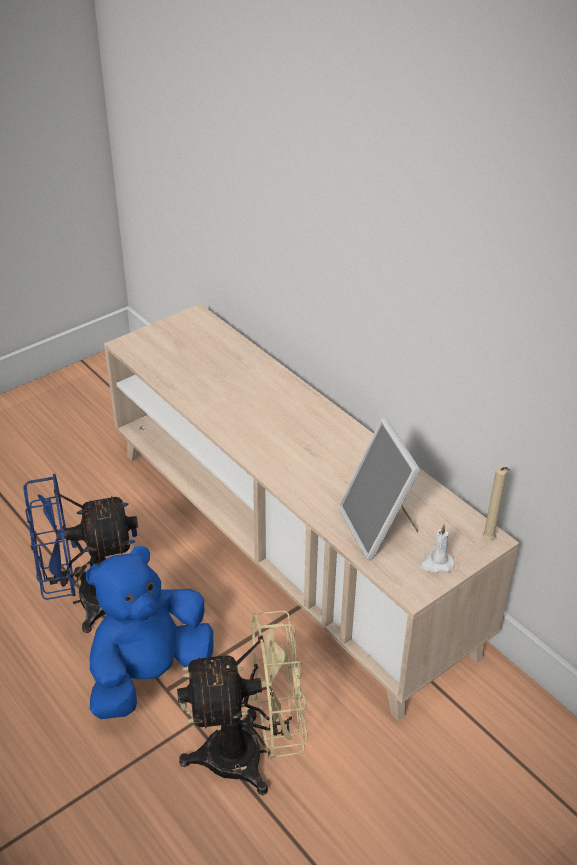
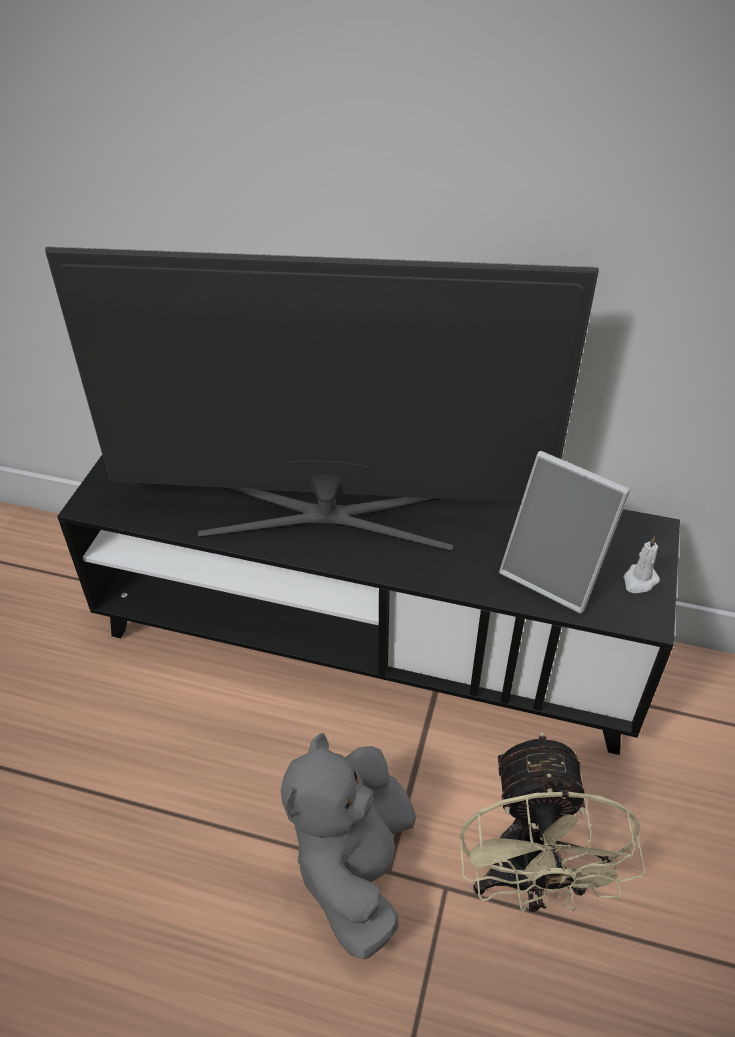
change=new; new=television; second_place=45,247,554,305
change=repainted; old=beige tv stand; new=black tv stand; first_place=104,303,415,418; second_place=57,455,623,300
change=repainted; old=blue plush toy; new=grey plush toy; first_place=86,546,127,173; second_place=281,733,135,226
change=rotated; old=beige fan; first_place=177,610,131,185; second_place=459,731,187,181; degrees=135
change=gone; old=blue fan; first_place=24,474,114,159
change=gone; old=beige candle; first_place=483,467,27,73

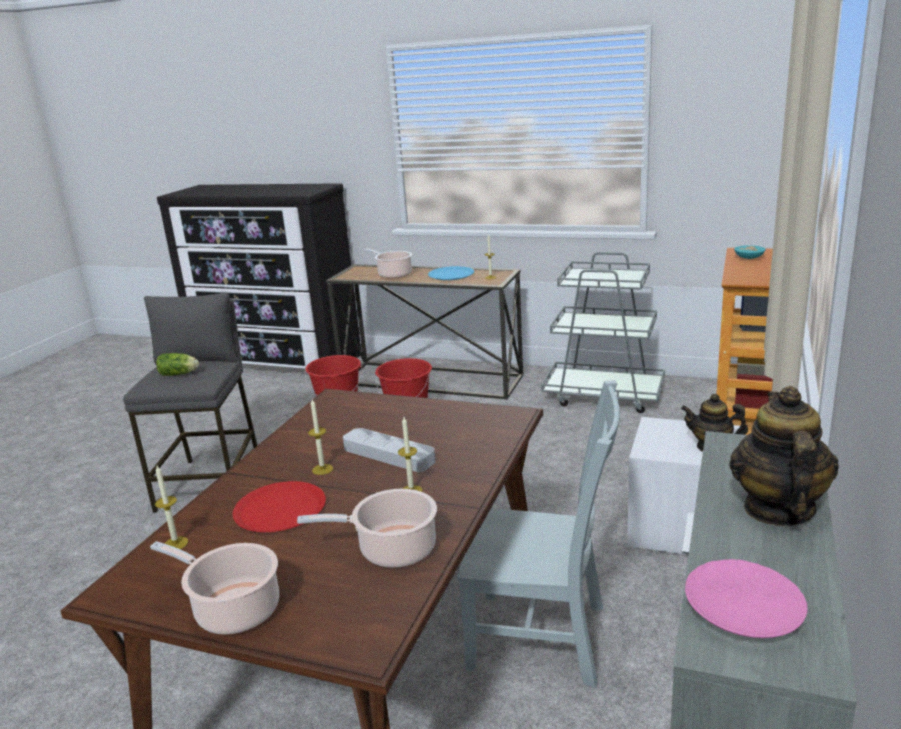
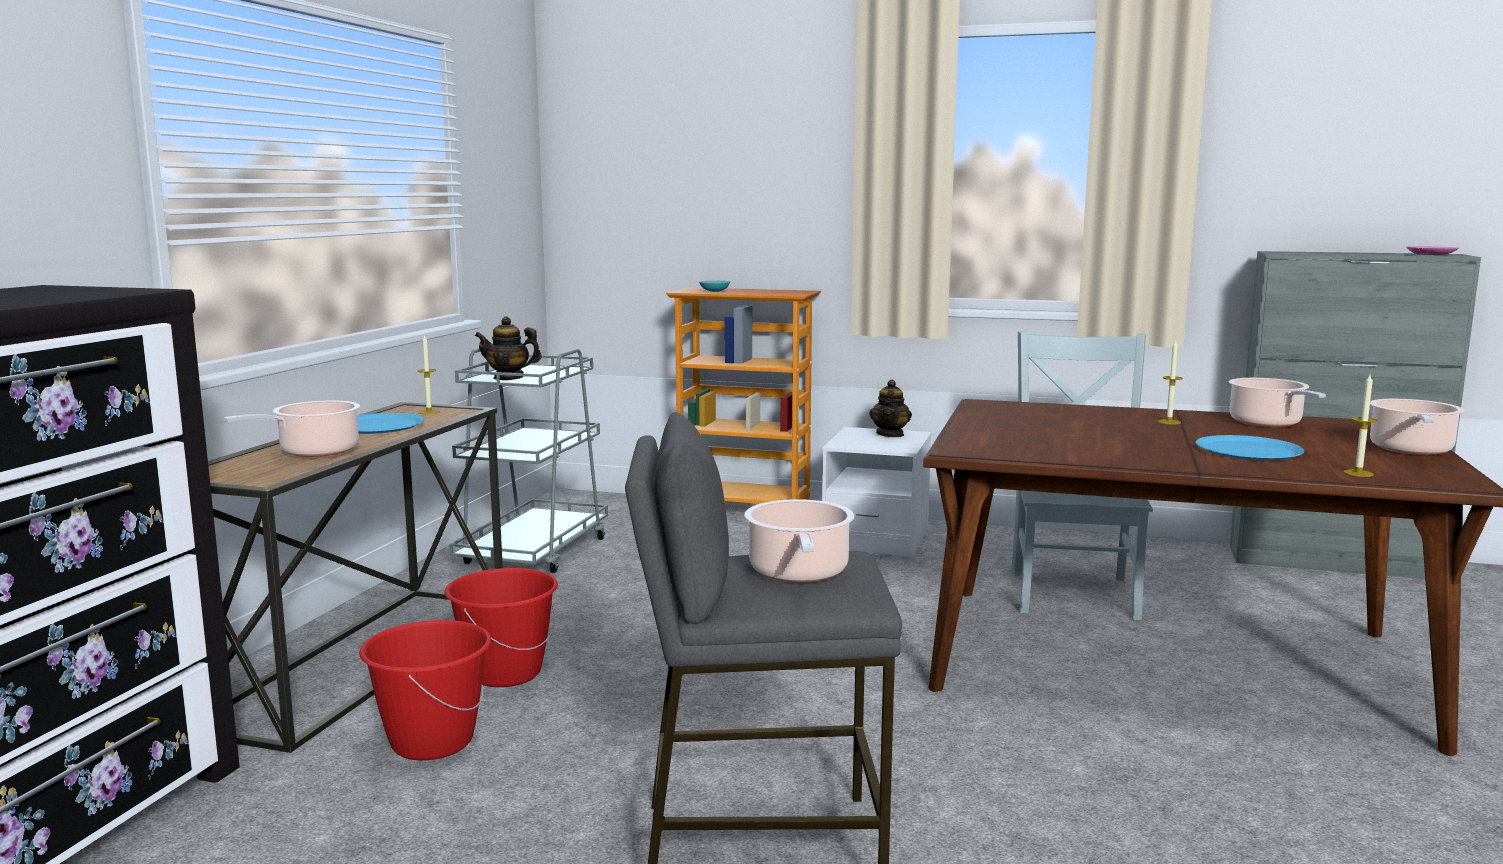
change=shifted; old=teapot; first_place=729,386,110,140; second_place=475,317,67,63
change=swapped; old=lettuce; new=cooking pot; first_place=156,353,43,23; second_place=744,499,110,84
change=repainted; old=red plate; new=blue plate; first_place=233,481,93,51; second_place=1195,435,109,25
change=gone; old=candle; first_place=308,399,25,76
change=gone; old=grey tray; first_place=343,428,92,44

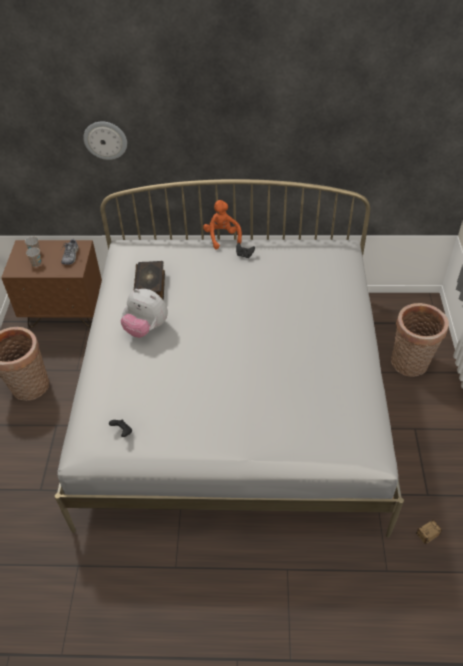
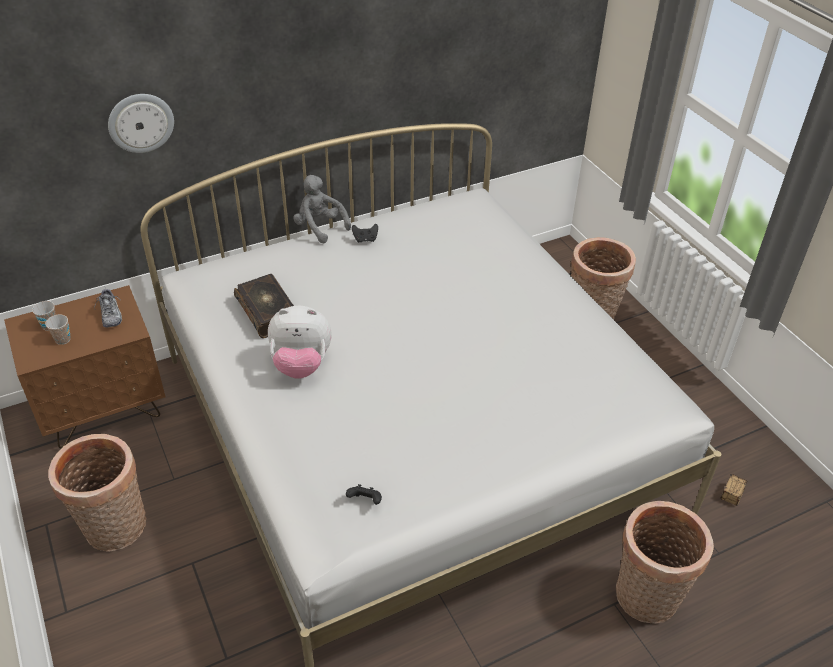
change=repainted; old=orange plush toy; new=grey plush toy; first_place=203,200,39,50; second_place=293,175,58,69
change=new; new=basket; second_place=616,501,98,123

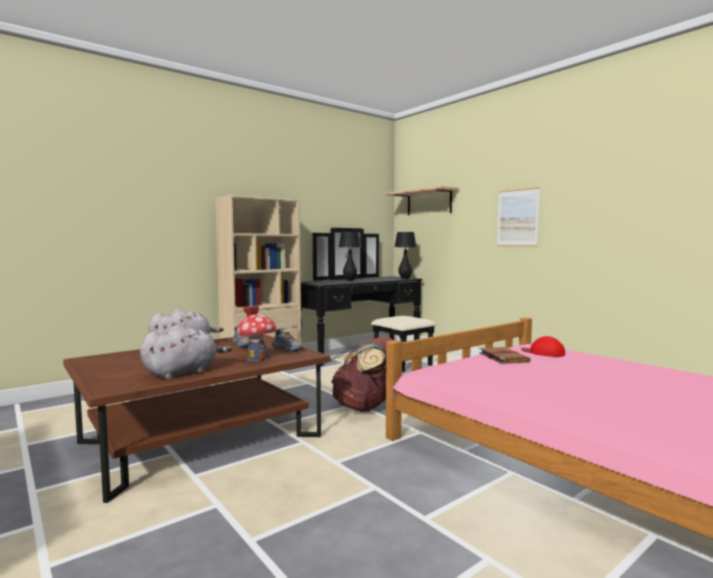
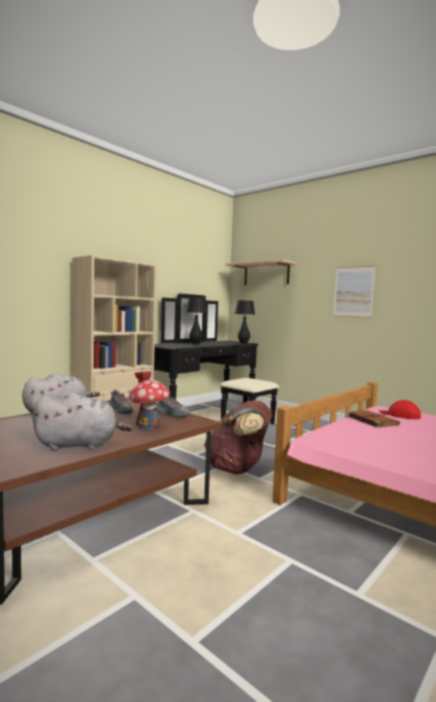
change=rotated; old=grey plush toy; first_place=140,325,92,54; second_place=31,393,101,58; degrees=45

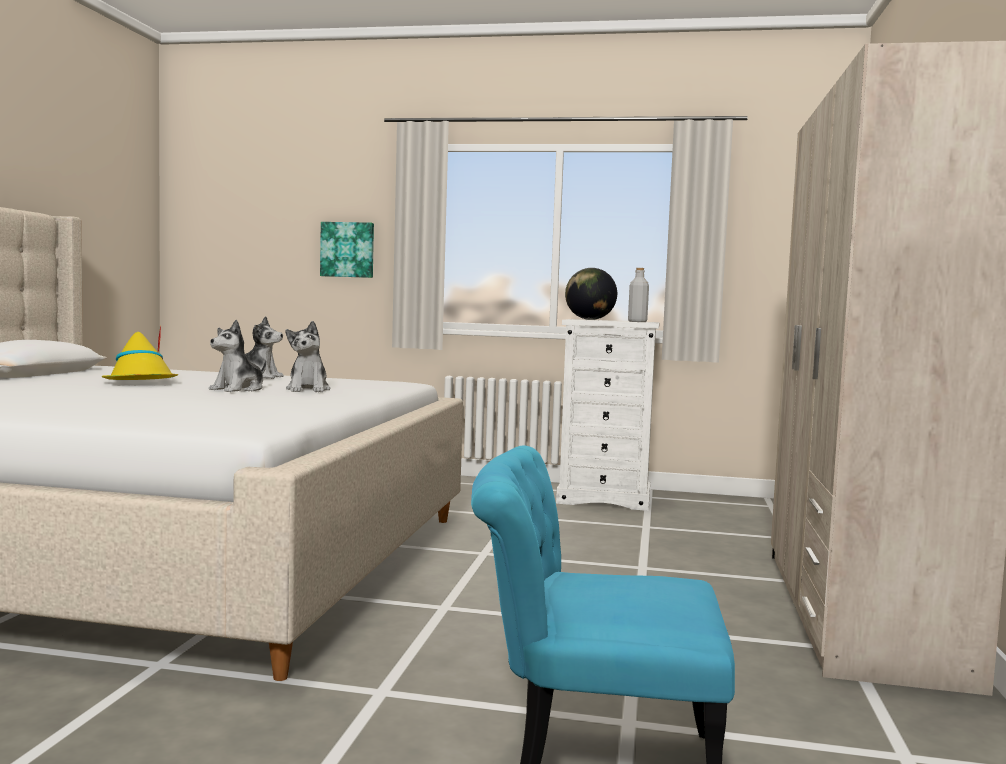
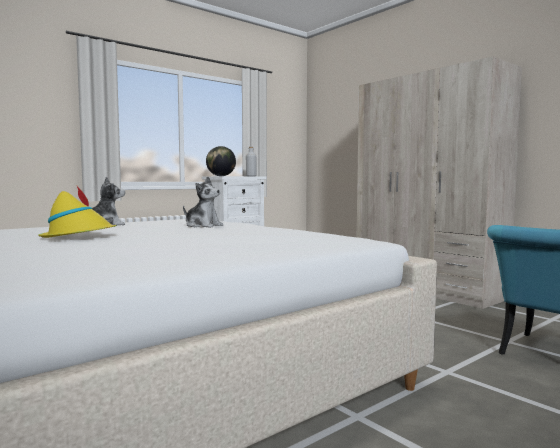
change=gone; old=plush toy; first_place=209,320,57,72
change=gone; old=picture; first_place=320,222,54,56

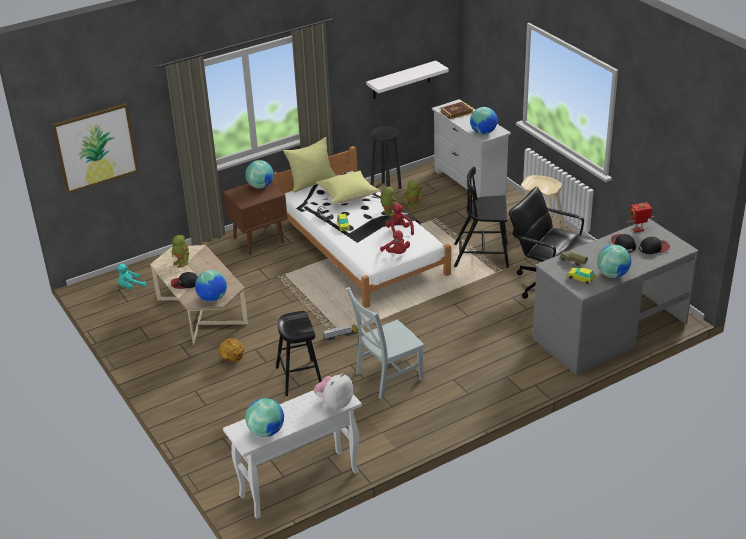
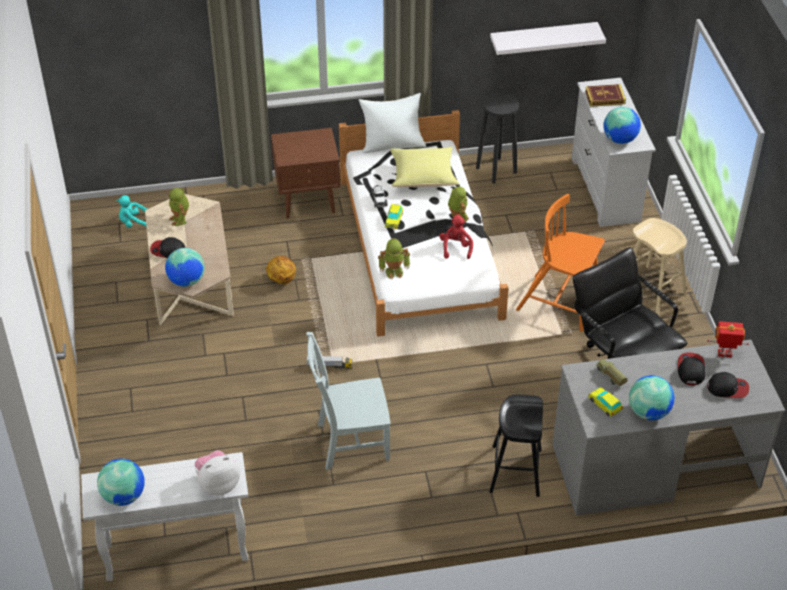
change=shifted; old=basketball; first_place=218,338,26,24; second_place=266,256,30,29
change=repainted; old=yellow pillow; new=white pillow; first_place=283,137,53,55; second_place=358,93,68,60
change=shifted; old=toy robot; first_place=403,180,20,30; second_place=378,238,32,41
change=shifted; old=black stool; first_place=276,311,46,85; second_place=489,395,54,102
change=repainted; old=black chair; new=orange chair; first_place=454,166,55,102; second_place=516,194,89,138
change=gone; old=picture; first_place=51,103,88,91
change=gone; old=globe; first_place=245,160,29,28
change=gone; old=red plush toy; first_place=380,230,30,24

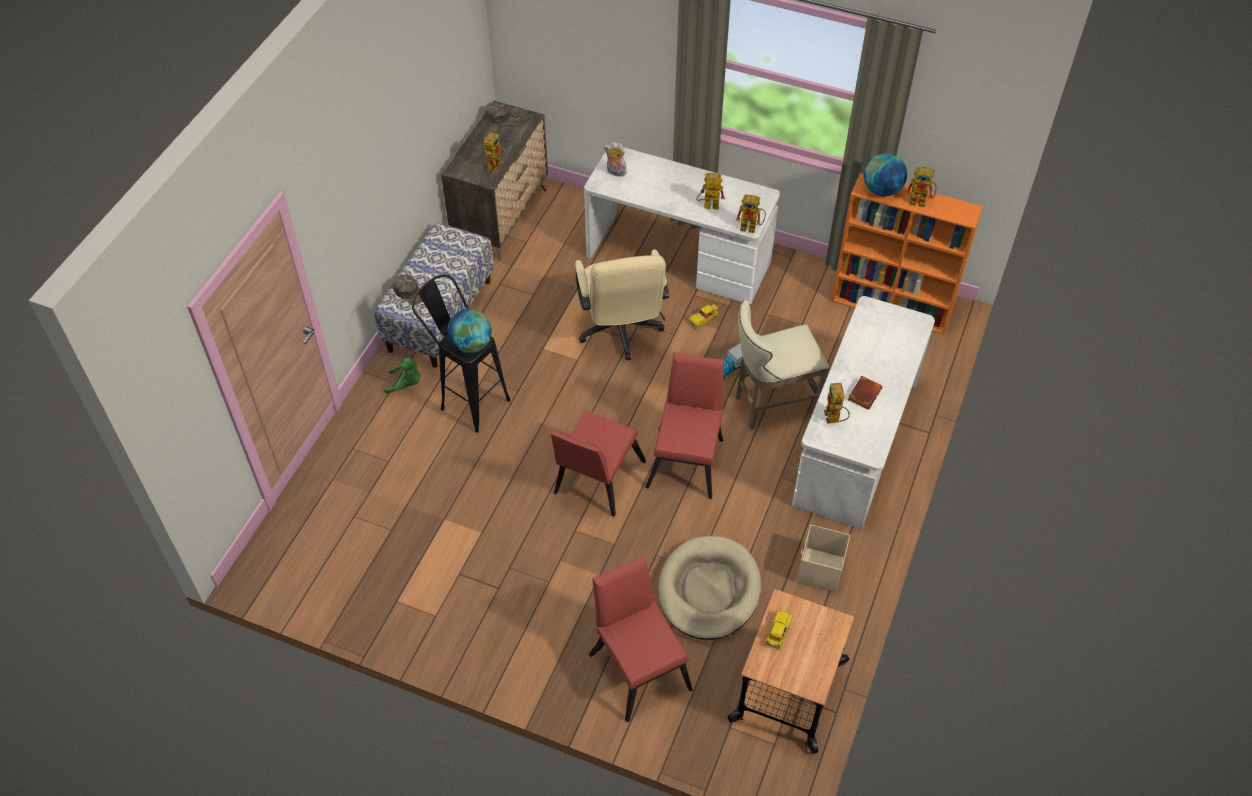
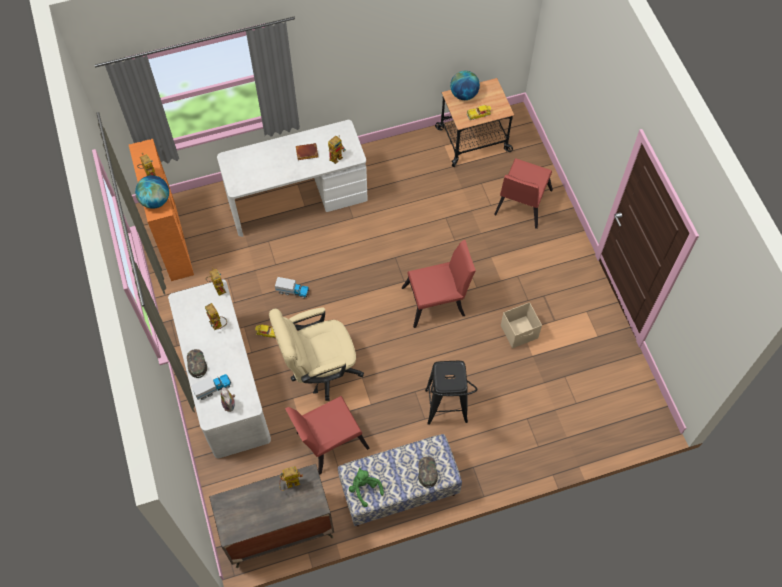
change=shifted; old=green cap; first_place=486,102,34,25; second_place=187,349,20,29
change=new; new=toy truck; second_place=191,374,40,26
change=rotated; old=beige office chair; first_place=575,249,94,112; second_place=269,307,95,94; degrees=-150
change=shifted; old=red chair; first_place=645,352,79,147; second_place=285,396,85,79
change=shifted; old=green plush toy; first_place=384,358,36,36; second_place=349,468,35,39
change=shifted; old=globe; first_place=447,309,45,44; second_place=450,71,30,29
change=shifted; old=beige storage box; first_place=797,525,53,68; second_place=501,302,41,46
change=gone; old=beige dog bed; first_place=658,536,103,104
change=gone; old=beige stool; first_place=736,300,93,130

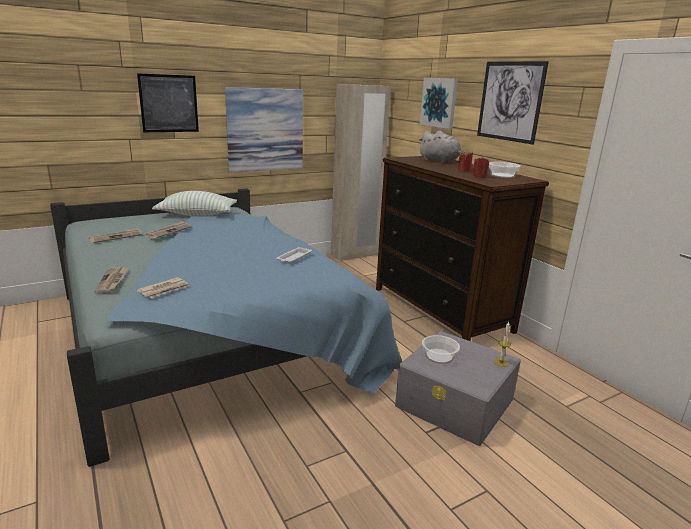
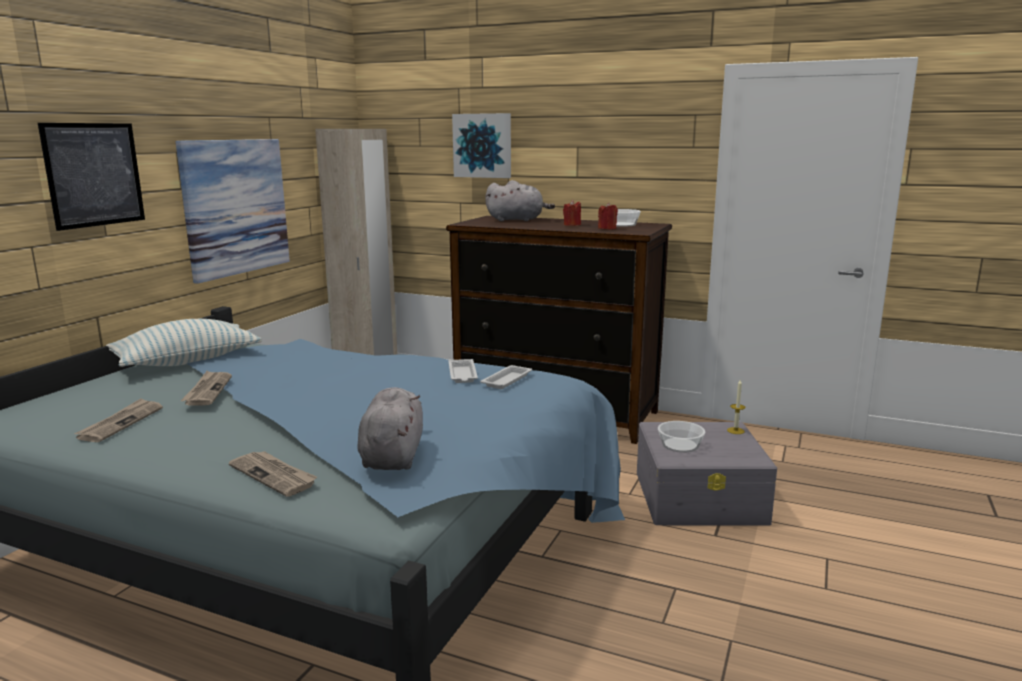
change=swapped; old=newspaper; new=grey plush toy; first_place=137,277,53,21; second_place=357,387,66,83
change=new; new=white tray; second_place=480,365,52,24
change=gone; old=picture; first_place=477,61,72,84

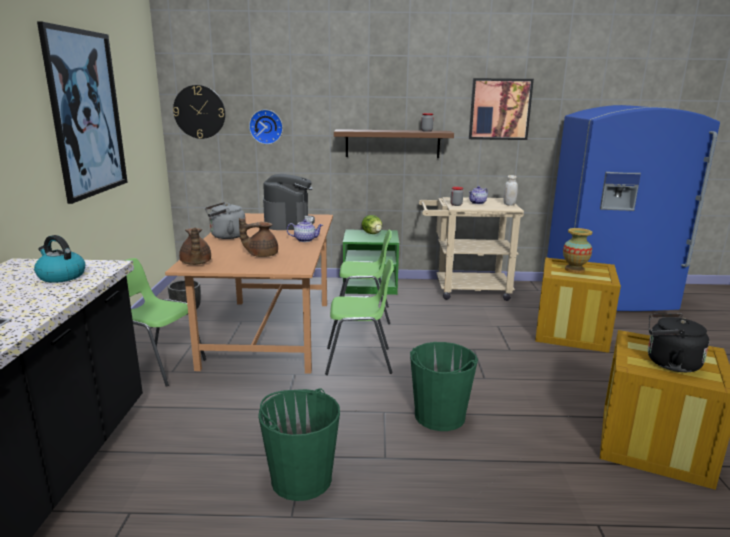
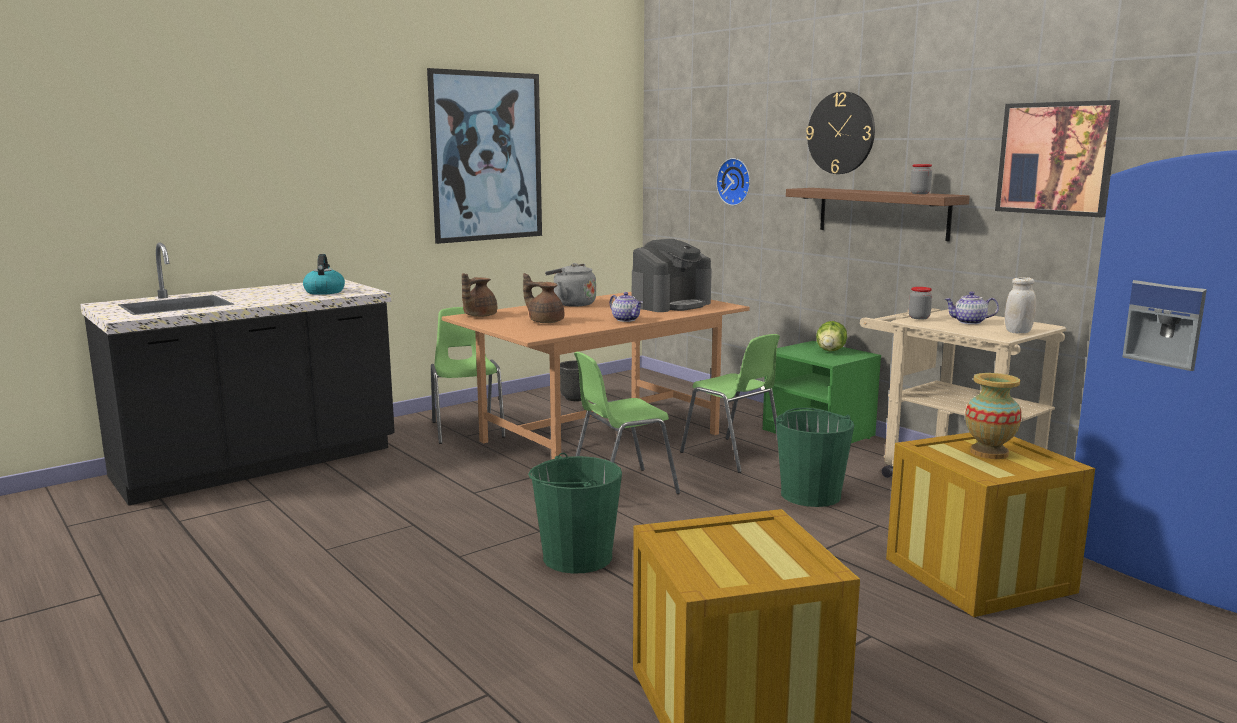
change=rotated; old=green chair; first_place=325,259,69,116; second_place=574,352,106,142; degrees=105
change=shifted; old=green bucket; first_place=258,388,82,113; second_place=776,408,78,99
change=shifted; old=wall clock; first_place=173,85,52,54; second_place=806,91,69,83
change=gone; old=black kettle; first_place=648,313,61,59

